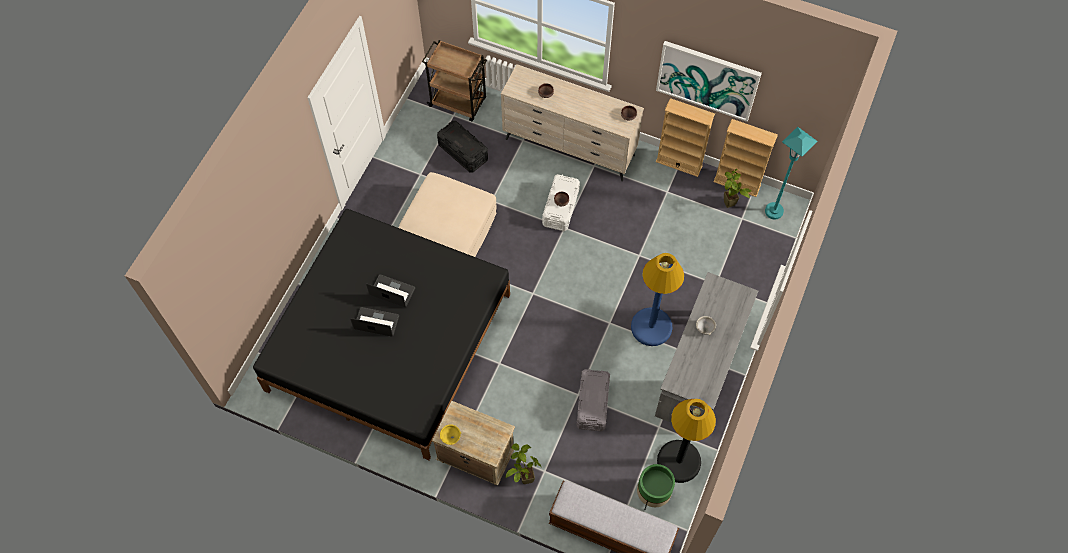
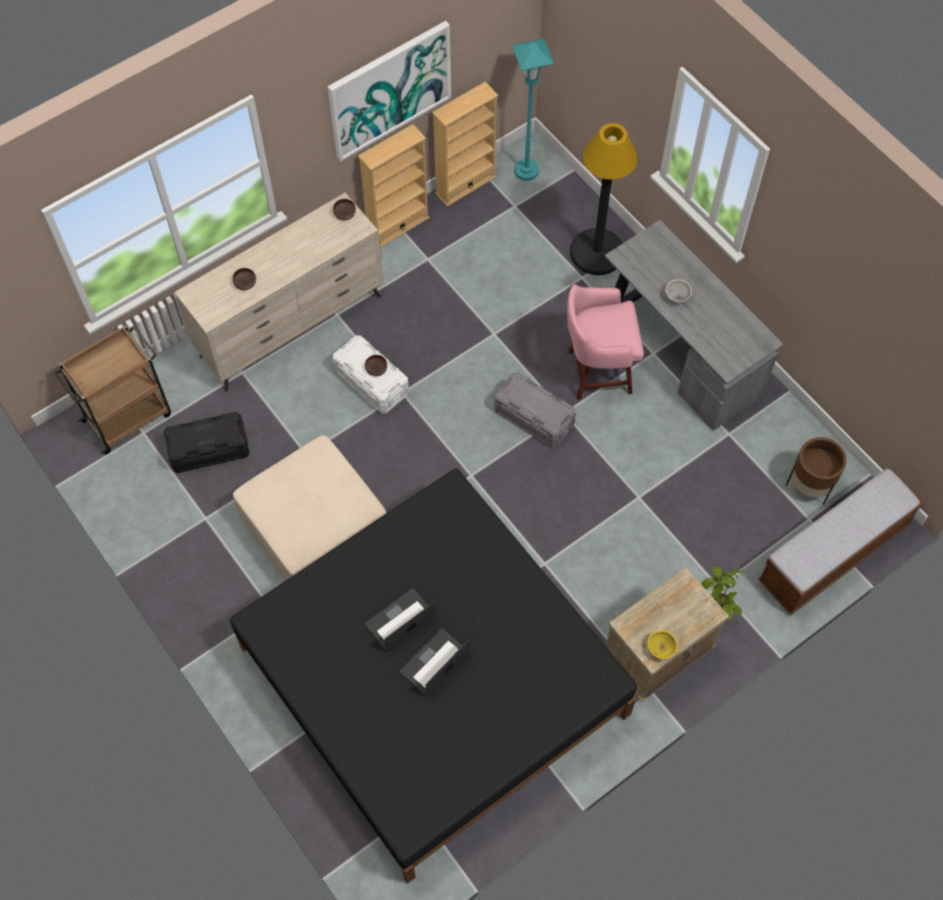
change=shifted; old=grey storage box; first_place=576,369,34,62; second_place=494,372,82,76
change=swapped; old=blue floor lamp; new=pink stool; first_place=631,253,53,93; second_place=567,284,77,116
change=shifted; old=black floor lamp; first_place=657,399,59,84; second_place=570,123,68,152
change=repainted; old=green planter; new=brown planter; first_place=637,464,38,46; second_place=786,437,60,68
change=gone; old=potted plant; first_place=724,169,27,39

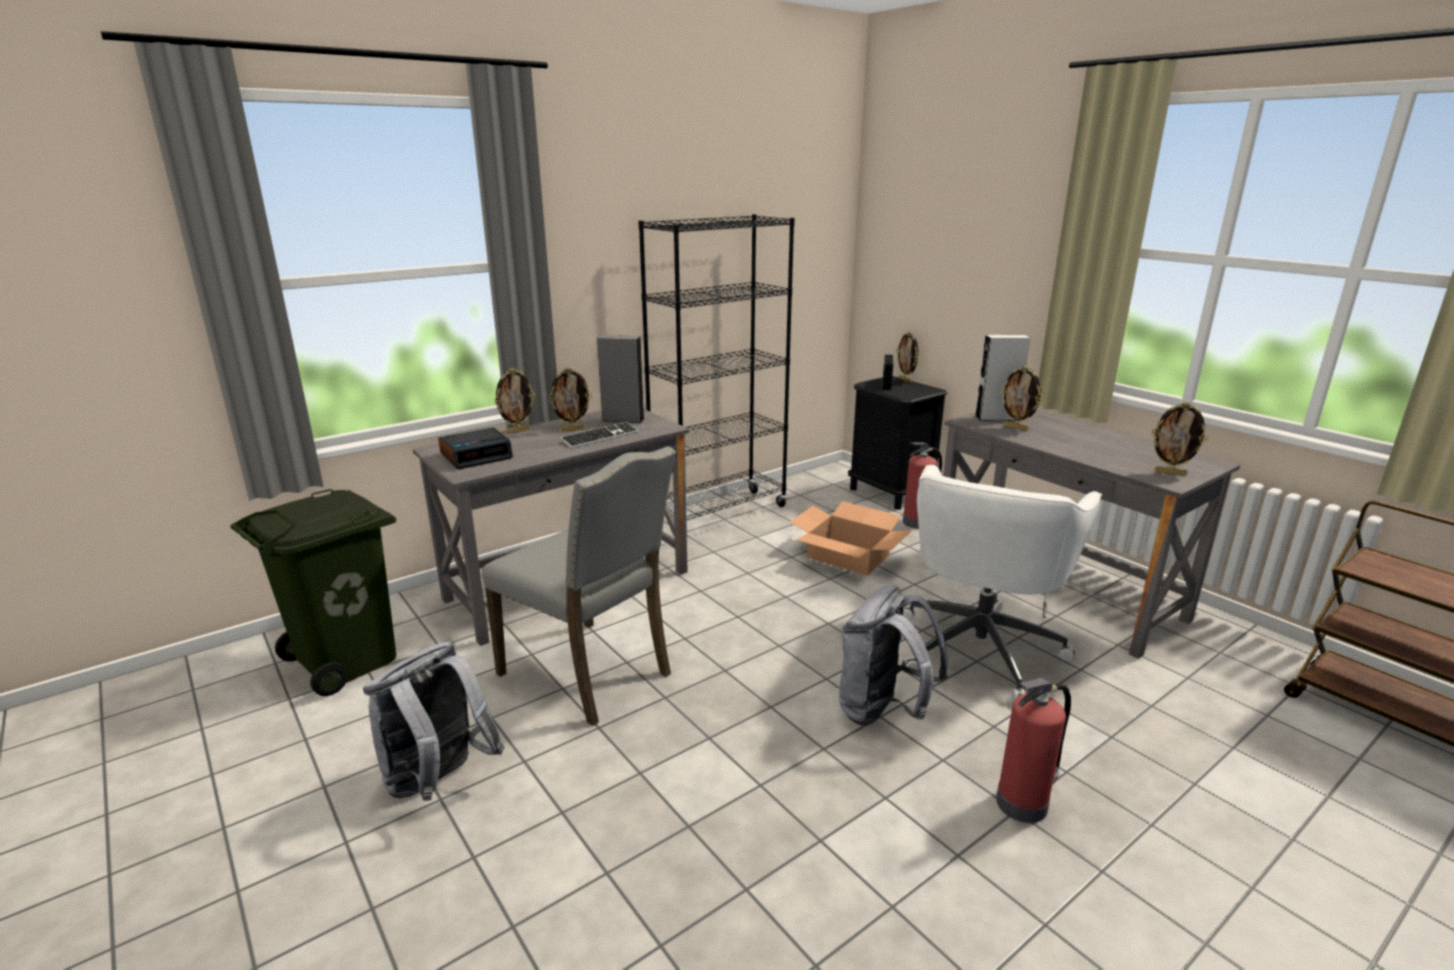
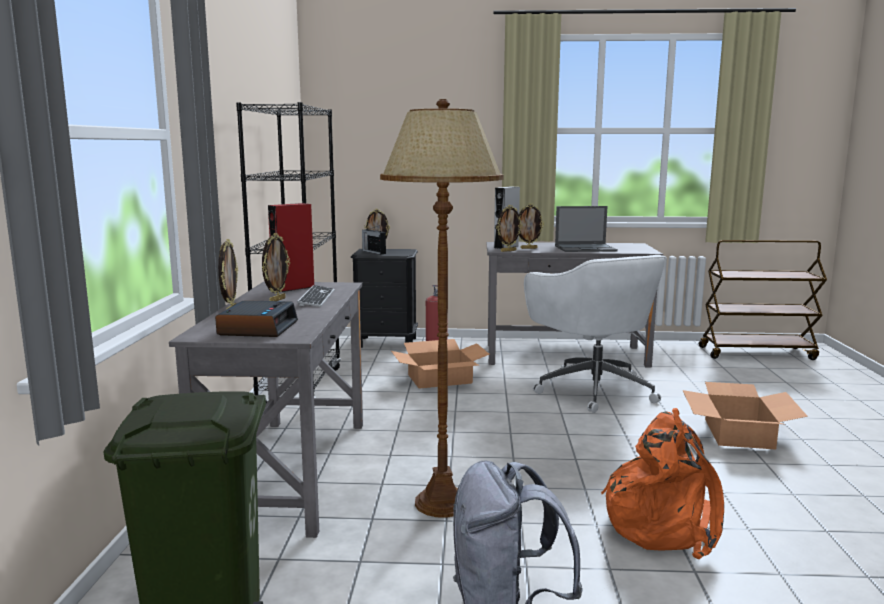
change=repainted; old=grey speaker; new=red speaker; first_place=597,335,48,88; second_place=268,203,46,89
change=swapped; old=grey chair; new=brown floor lamp; first_place=482,446,194,280; second_place=380,99,123,418
change=shifted; old=picture frame; first_place=1151,402,57,74; second_place=496,205,27,47
change=new; new=laptop; second_place=555,206,63,46
change=new; new=orange backpack; second_place=601,408,123,151
change=swapped; old=fire extinguisher; new=cardboard box; first_place=996,678,75,145; second_place=683,382,125,68
change=gone; old=grey backpack; first_place=839,585,109,141

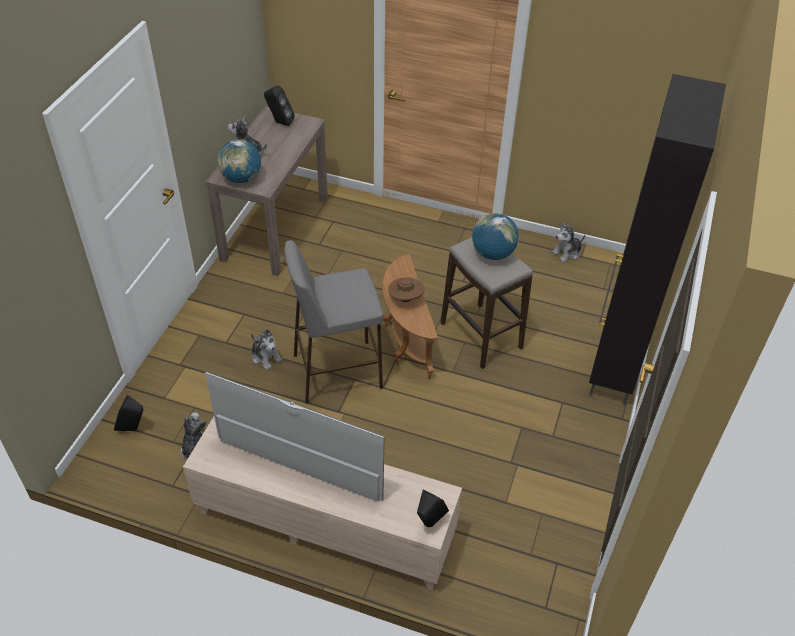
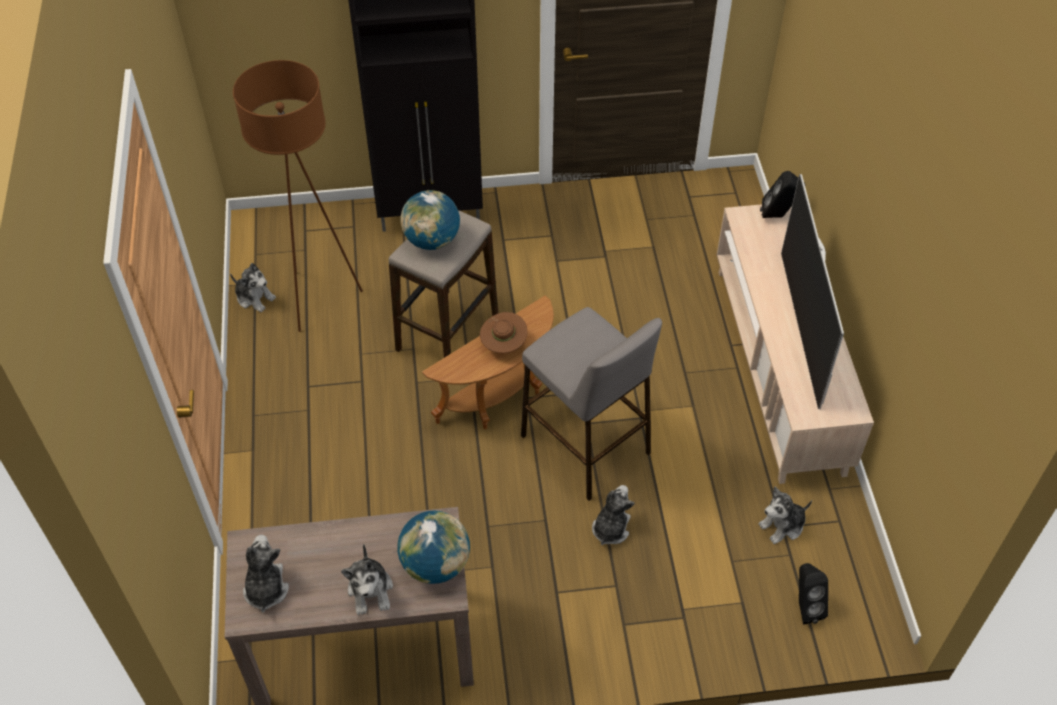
change=new; new=brown floor lamp; second_place=233,60,130,272
change=swapped; old=black speaker; new=plush toy; first_place=264,85,31,41; second_place=243,535,46,78

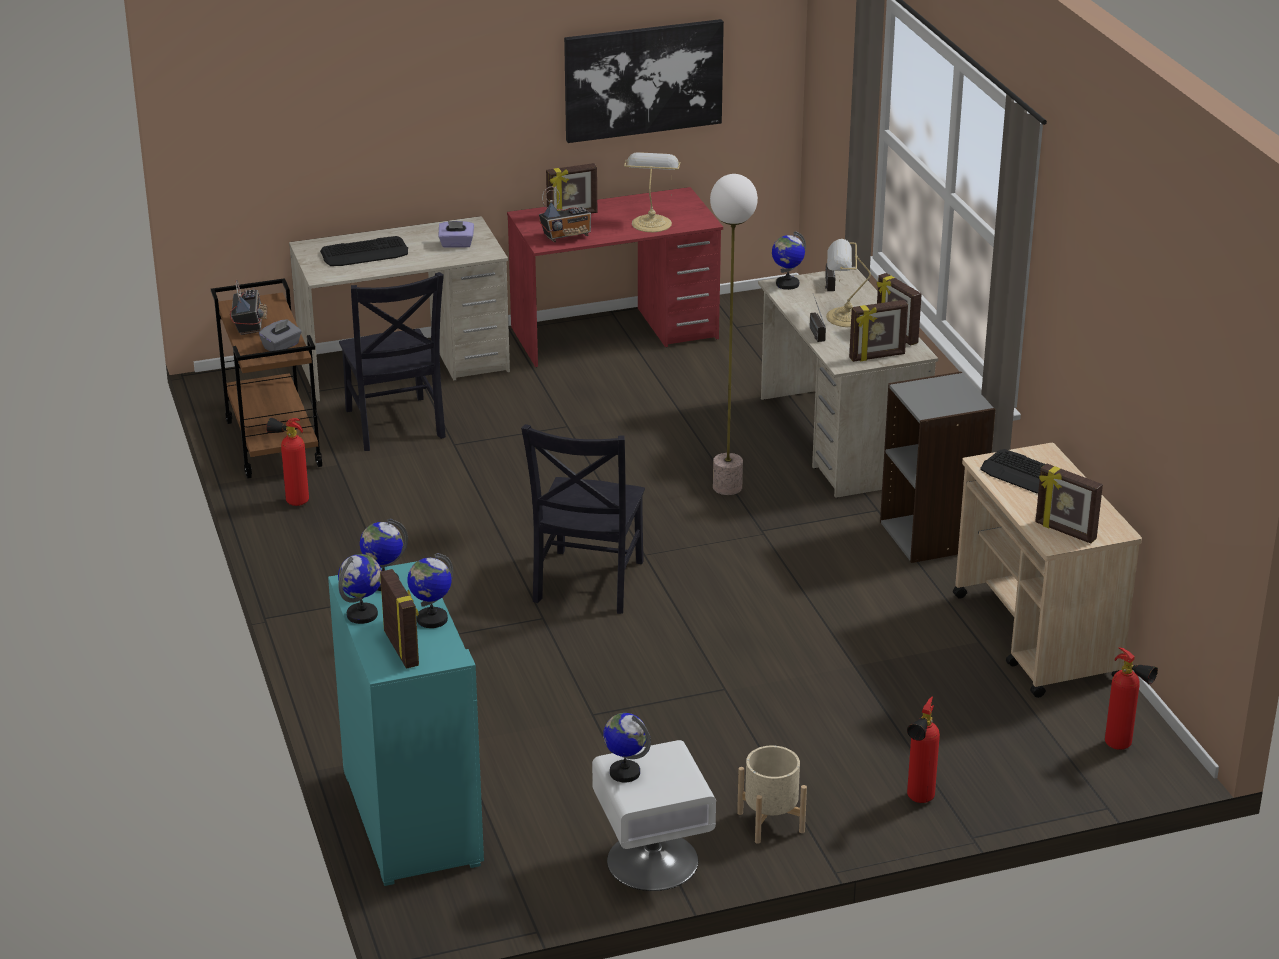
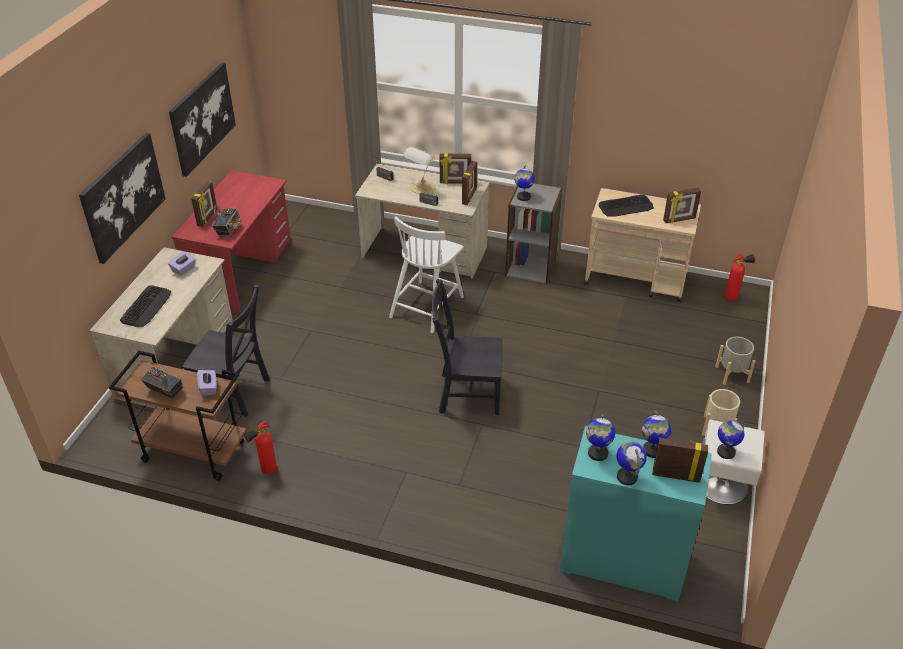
change=new; new=picture; second_place=79,133,87,131
change=repainted; old=grey tissue box; new=purple tissue box; first_place=259,319,43,32; second_place=197,370,20,26
change=swapped; old=floor lamp; new=white chair; first_place=710,174,48,321; second_place=389,216,75,117
change=rotated; old=black chair; first_place=521,424,124,190; second_place=432,279,71,136; degrees=135
change=shifted; old=globe; first_place=772,231,34,59; second_place=515,165,20,36
change=swapped; old=fire extinguisher; new=grey planter; first_place=907,697,33,106; second_place=715,337,41,48
change=gone; old=table lamp; first_place=624,152,57,80

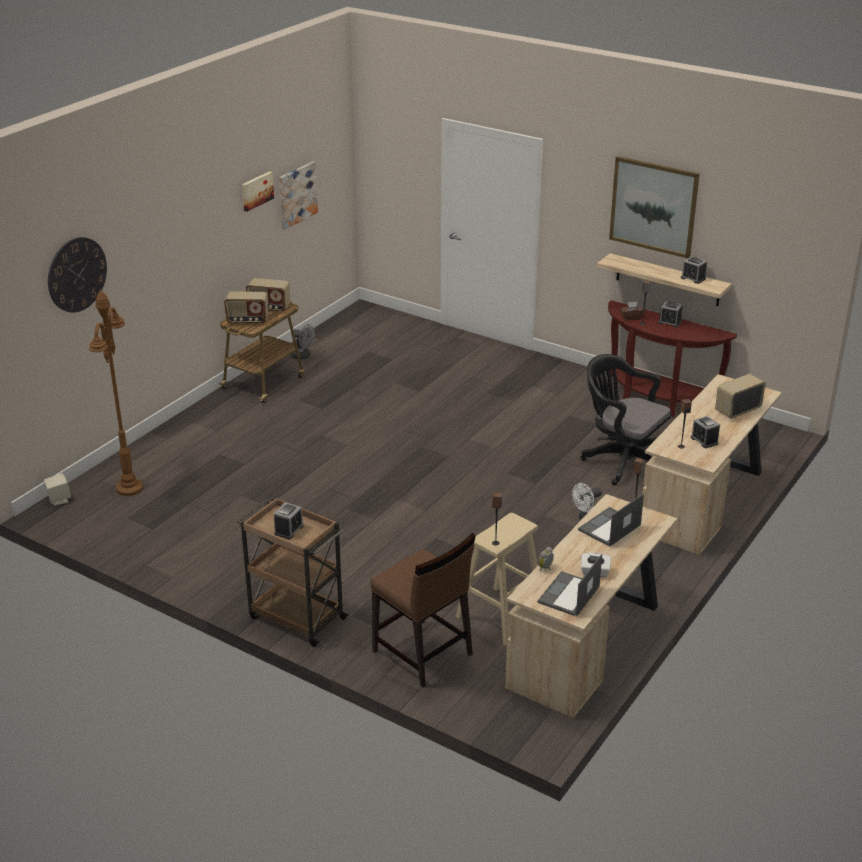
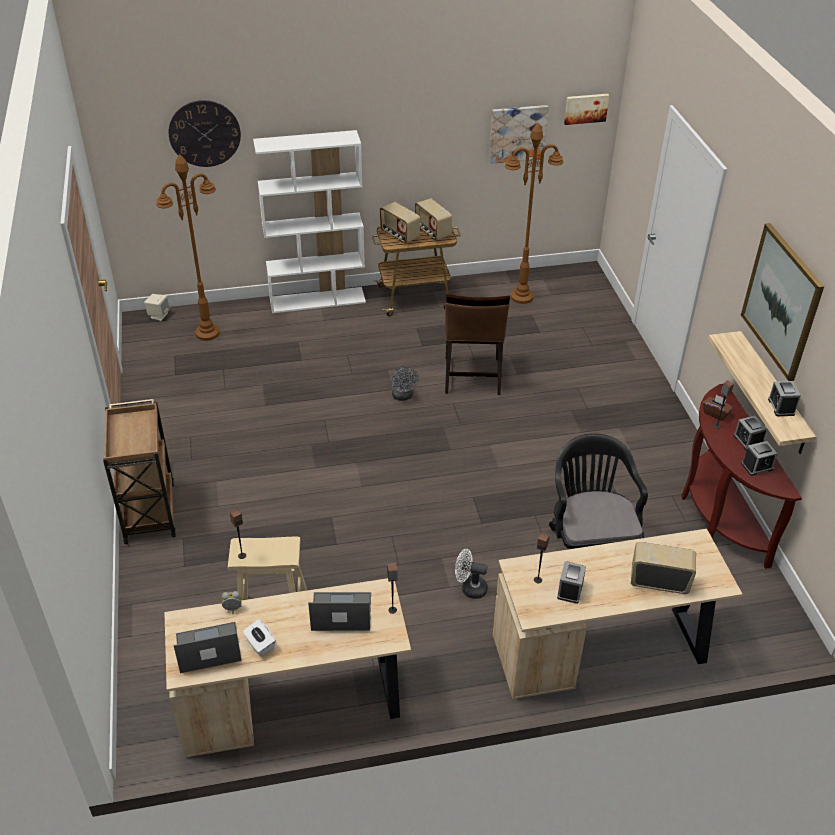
change=new; new=white bookcase; second_place=253,130,113,183
change=shifted; old=grey fan; first_place=291,324,24,36; second_place=391,366,28,35
change=shifted; old=brown chair; first_place=371,533,105,154; second_place=445,294,65,101
change=new; new=brown floor lamp; second_place=505,123,58,181
change=shifted; old=picture; first_place=242,171,32,41; second_place=564,94,45,31
change=shifted; old=alarm clock; first_place=274,502,30,37; second_place=741,441,37,35

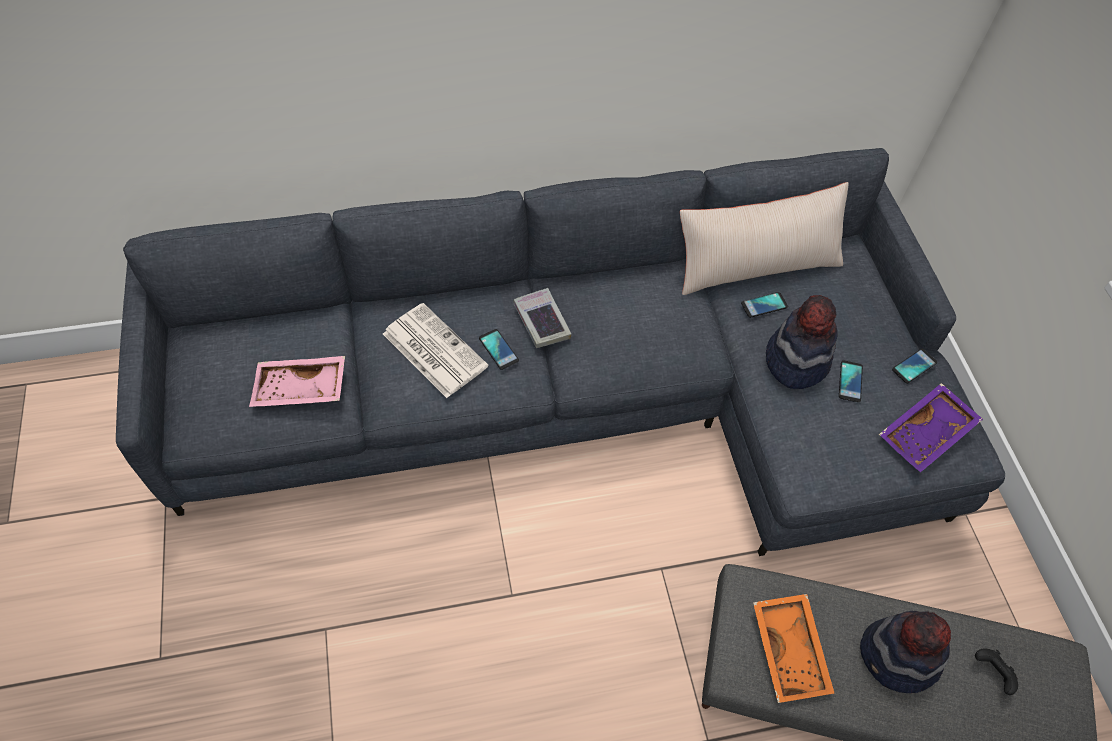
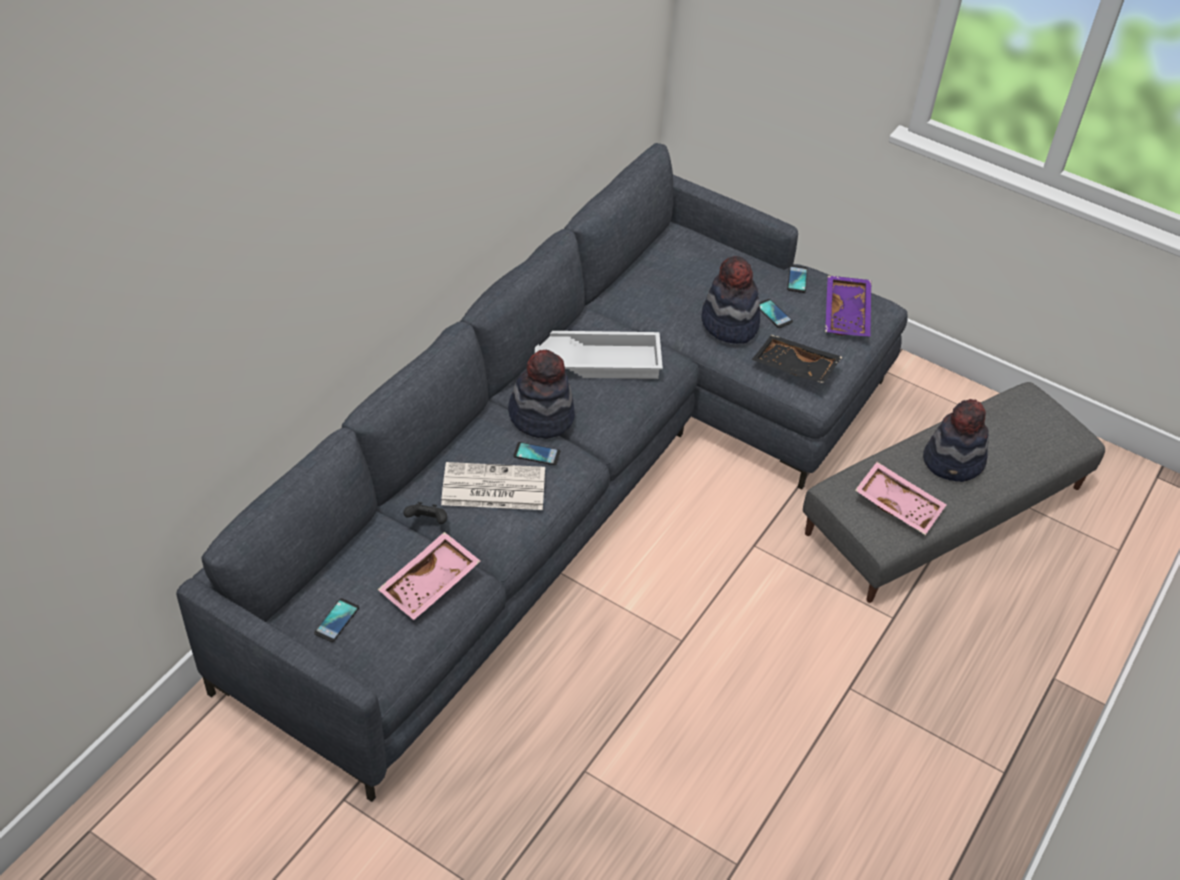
change=shifted; old=phone; first_place=741,292,47,26; second_place=314,598,45,44
change=shifted; old=black game controller; first_place=975,648,43,47; second_place=403,502,44,22
change=swapped; old=book; new=hat; first_place=513,288,58,60; second_place=508,350,67,89
change=new; new=white tray; second_place=535,331,128,48
change=new; new=black tray; second_place=751,335,91,48
change=repainted; old=orange tray; new=pink tray; first_place=753,594,81,109; second_place=855,462,92,73
change=gone; old=beige pillow; first_place=680,182,169,113

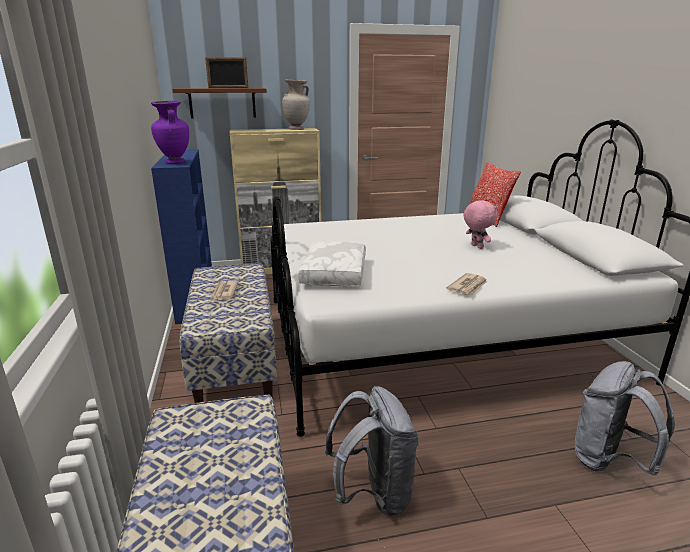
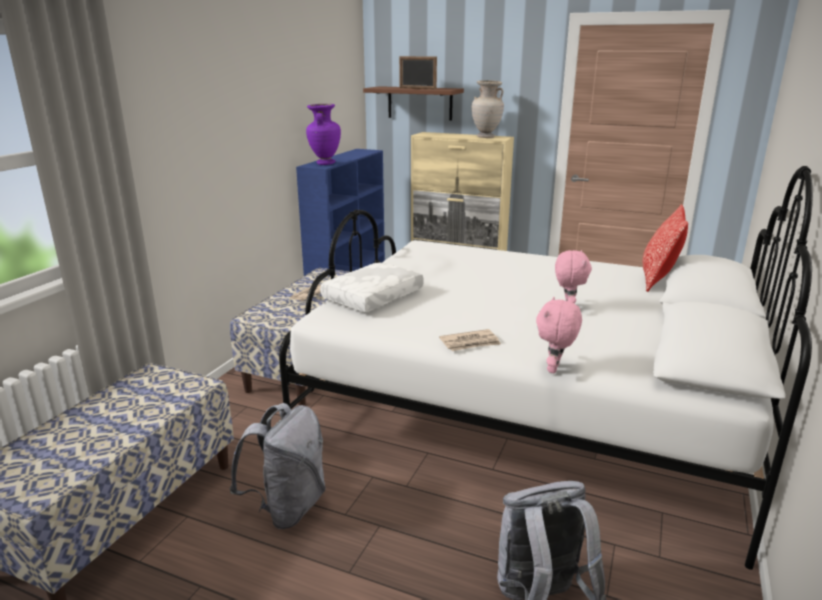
change=new; new=pink plush toy; second_place=536,297,46,76

